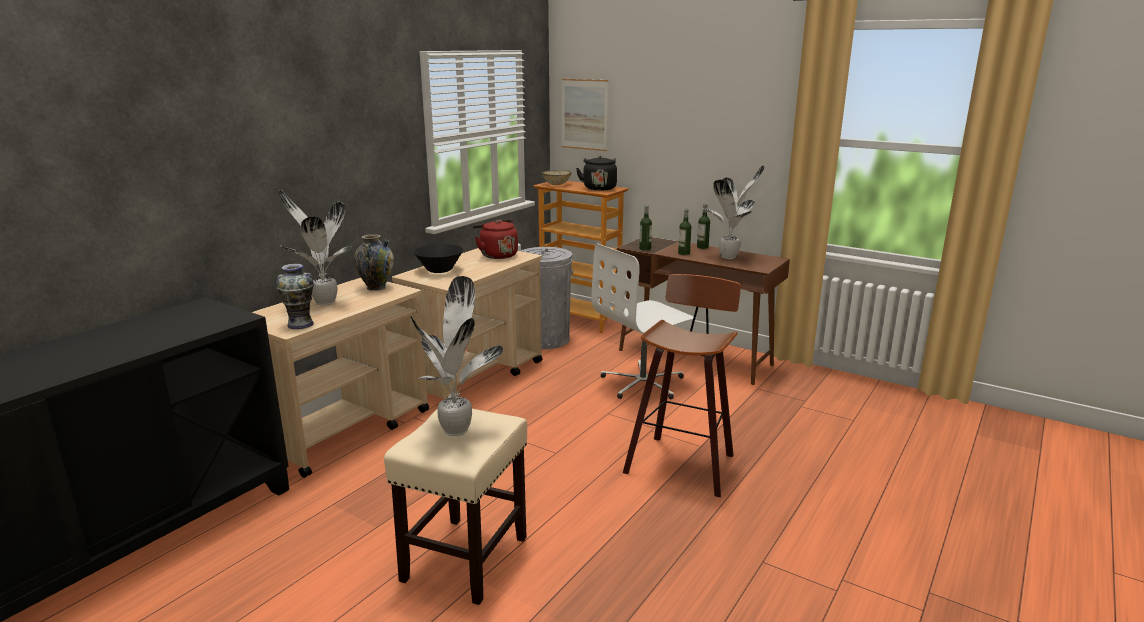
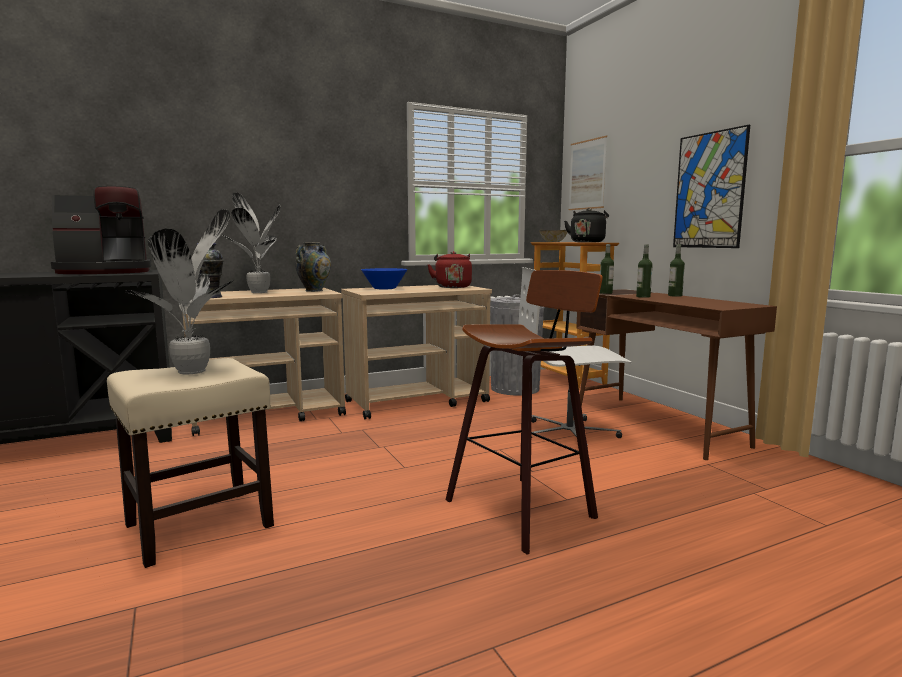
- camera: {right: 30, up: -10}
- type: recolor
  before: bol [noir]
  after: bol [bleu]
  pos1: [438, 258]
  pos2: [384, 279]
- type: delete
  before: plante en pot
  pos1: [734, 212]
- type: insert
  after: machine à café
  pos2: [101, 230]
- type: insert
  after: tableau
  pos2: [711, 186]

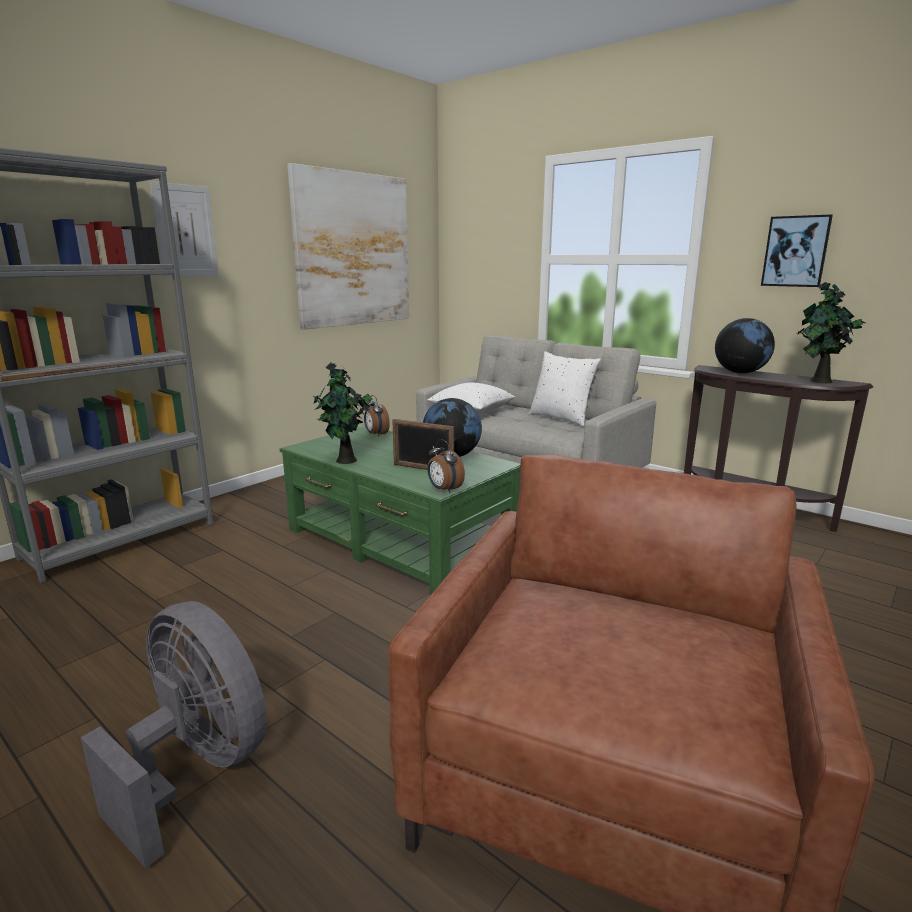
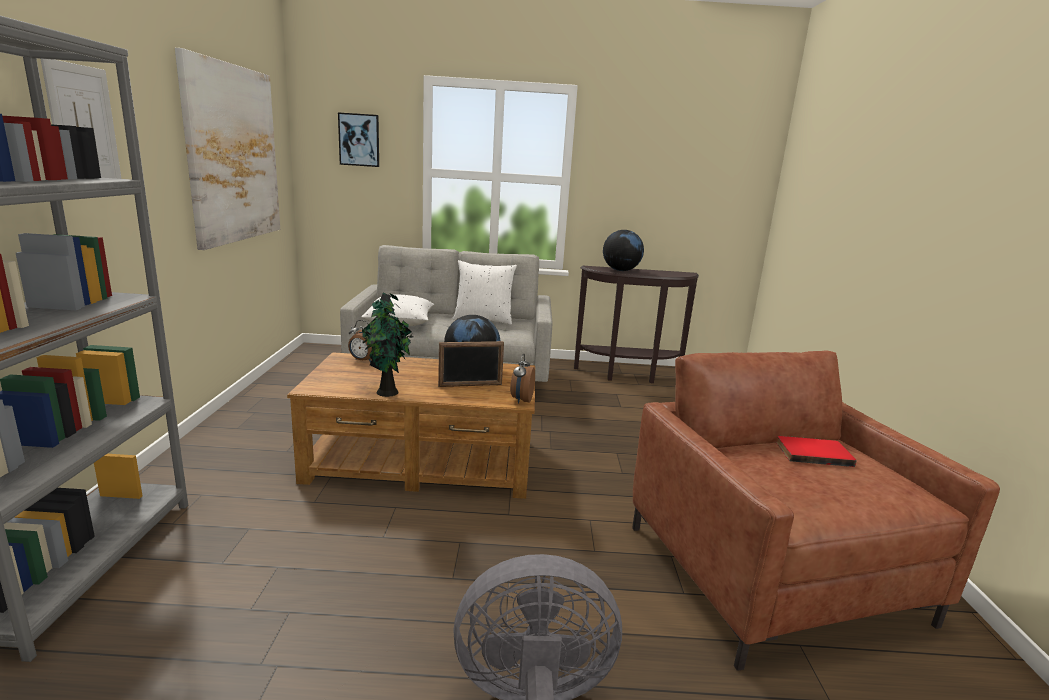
- camera: {right: -40, up: 0}
- type: recolor
  before: table basse [vert]
  after: table basse [marron]
  pos1: [400, 510]
  pos2: [411, 425]
- type: rotate
  before: réveil
  pos1: [446, 466]
  pos2: [522, 379]
  turn: 90
- type: move
  before: tableau
  pos1: [797, 250]
  pos2: [358, 139]
- type: delete
  before: plante en pot
  pos1: [831, 332]
- type: insert
  after: livre [rouge]
  pos2: [816, 451]

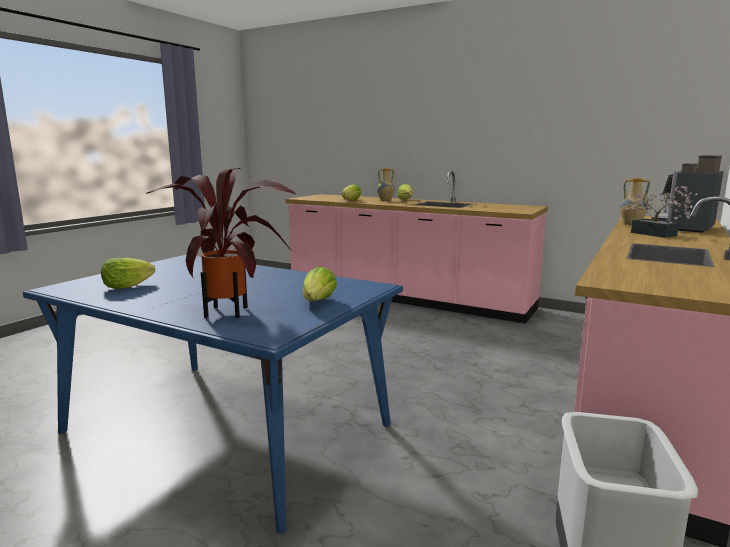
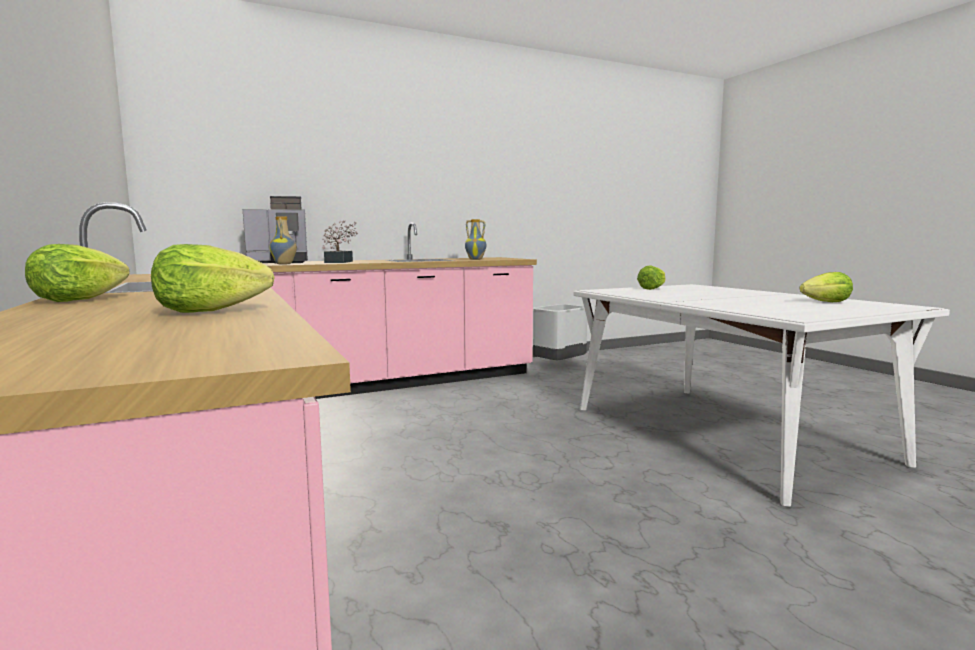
- camera: {right: -145, up: -5}
- type: recolor
  before: table à manger [bleu]
  after: table à manger [blanc]
  pos1: [213, 394]
  pos2: [761, 395]
- type: delete
  before: plante en pot
  pos1: [220, 243]
- type: move
  before: vase
  pos1: [386, 184]
  pos2: [475, 239]

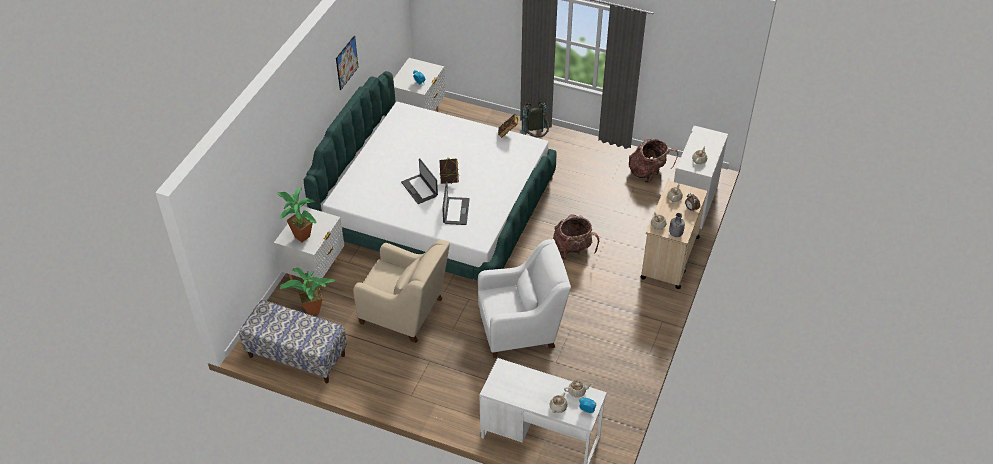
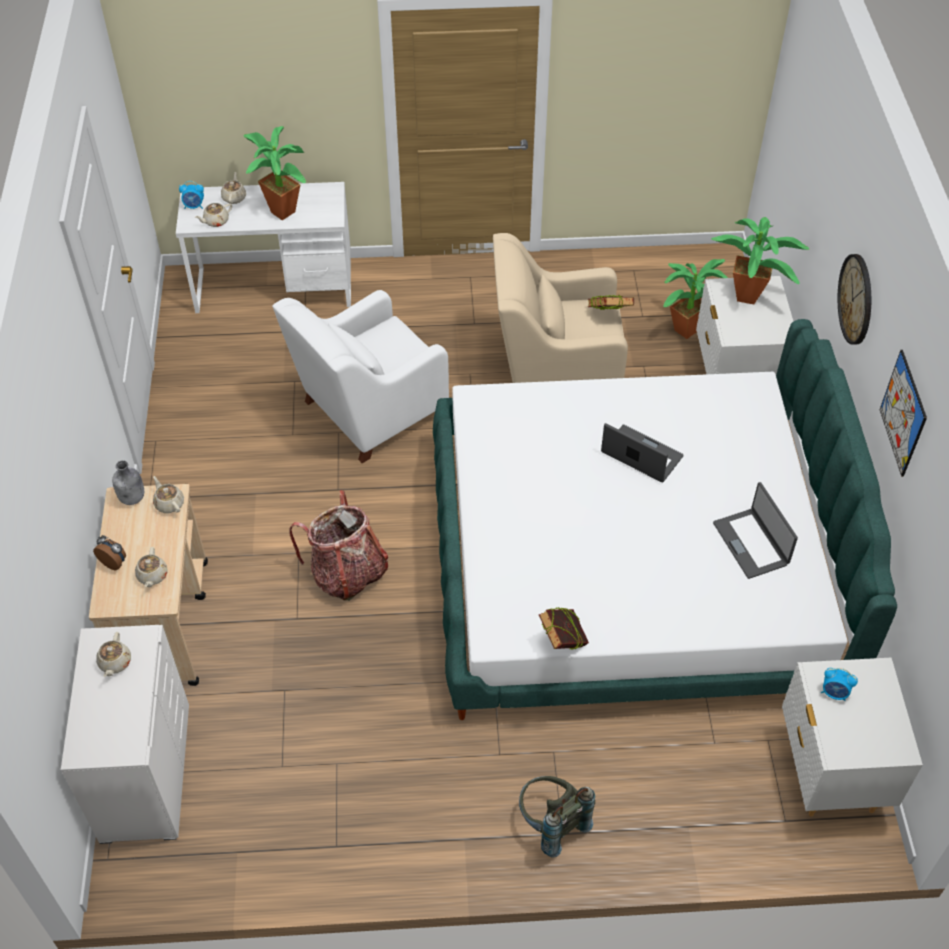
- camera: {right: 155, up: 5}
- type: delete
  before: banc
  pos1: [293, 342]
- type: move
  before: livre
  pos1: [449, 171]
  pos2: [611, 302]
- type: move
  before: ordinateur portable
  pos1: [456, 203]
  pos2: [755, 530]
- type: delete
  before: sac à dos
  pos1: [653, 160]
- type: insert
  after: plante en pot
  pos2: [275, 173]
- type: insert
  after: horloge murale
  pos2: [854, 299]

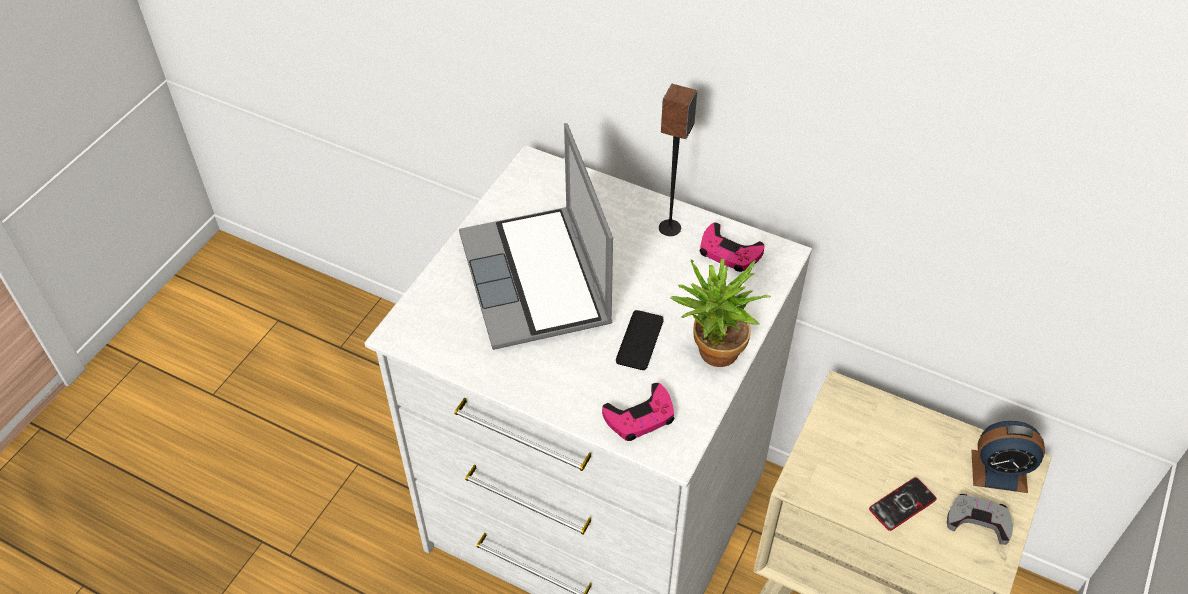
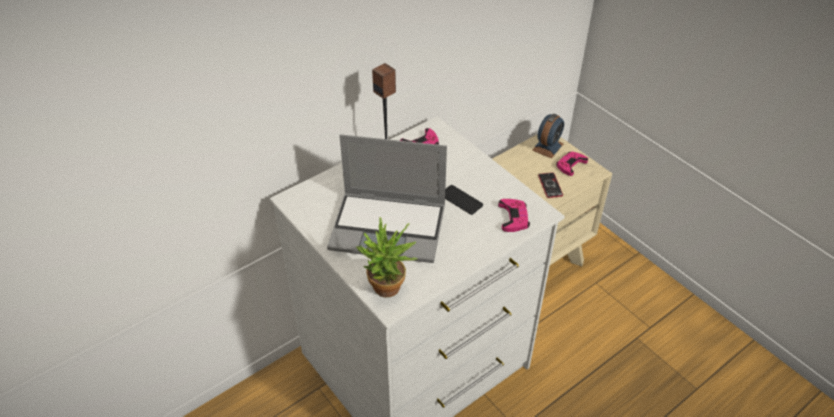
- camera: {right: -65, up: -5}
- type: move
  before: plante en pot
  pos1: [720, 312]
  pos2: [386, 257]
- type: recolor
  before: manette [gris]
  after: manette [rose]
  pos1: [980, 519]
  pos2: [572, 164]

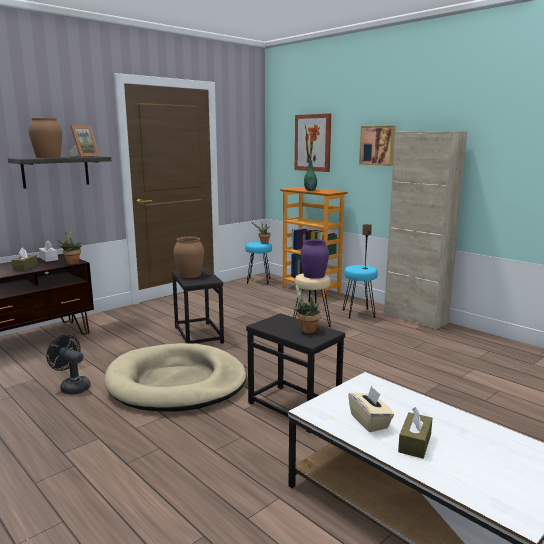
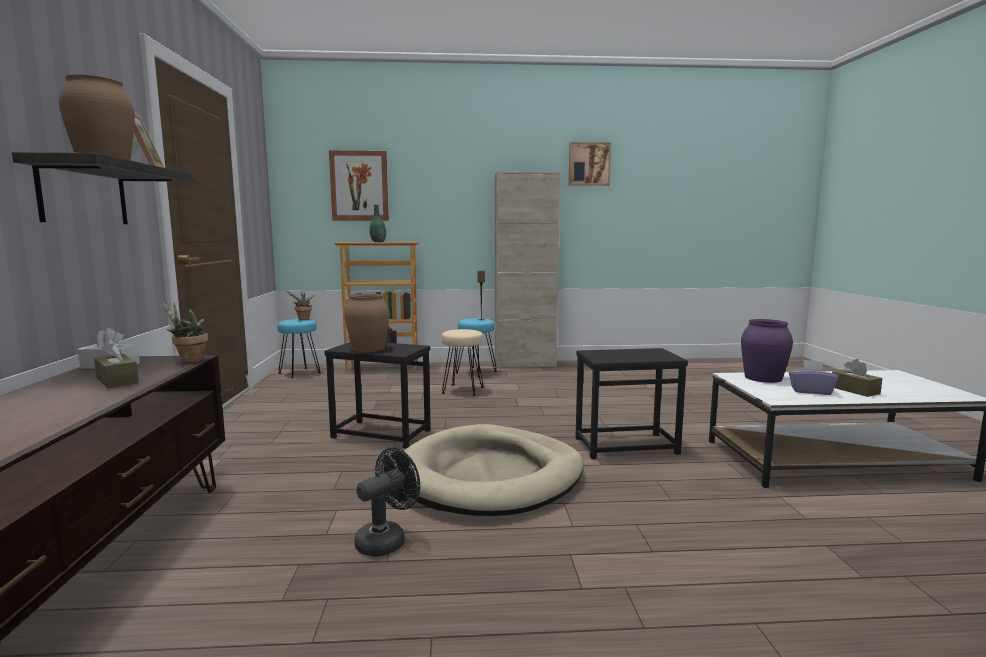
- camera: {right: -50, up: -5}
- type: rotate
  before: ventilateur [noir]
  pos1: [68, 365]
  pos2: [387, 502]
  turn: 150
- type: delete
  before: plante en pot
  pos1: [307, 308]
- type: move
  before: vase [violet]
  pos1: [314, 259]
  pos2: [767, 351]
- type: recolor
  before: boîte à mouchoirs [beige]
  after: boîte à mouchoirs [violet]
  pos1: [371, 409]
  pos2: [814, 377]
- type: move
  before: tableau
  pos1: [377, 146]
  pos2: [589, 164]

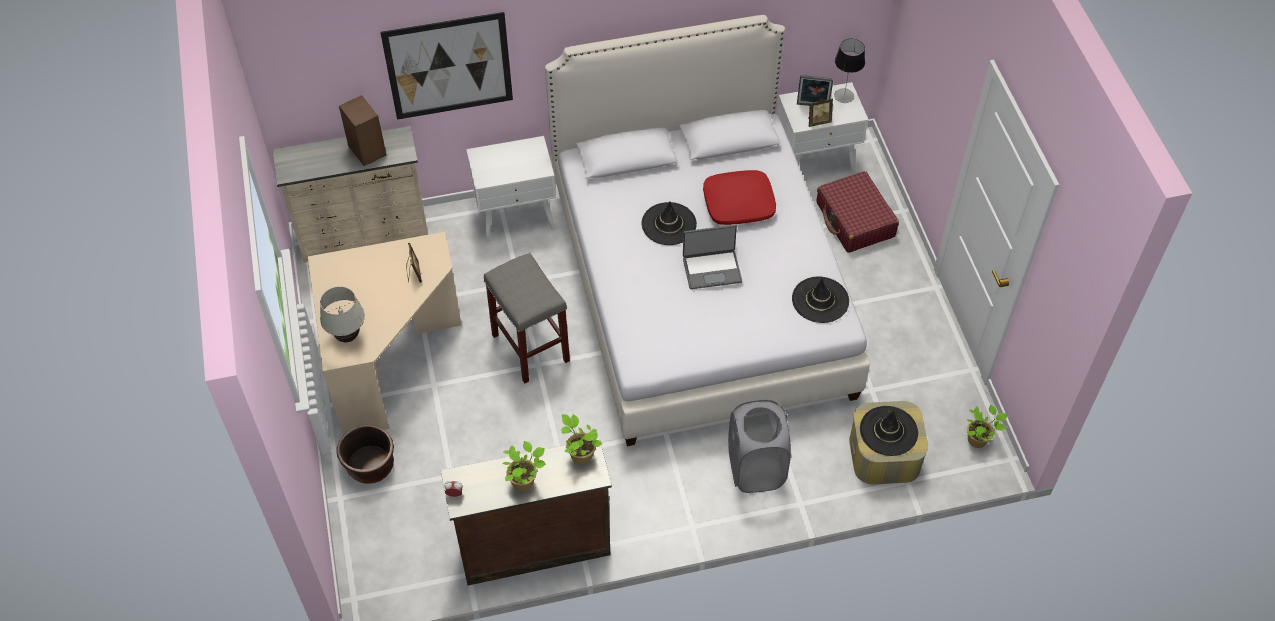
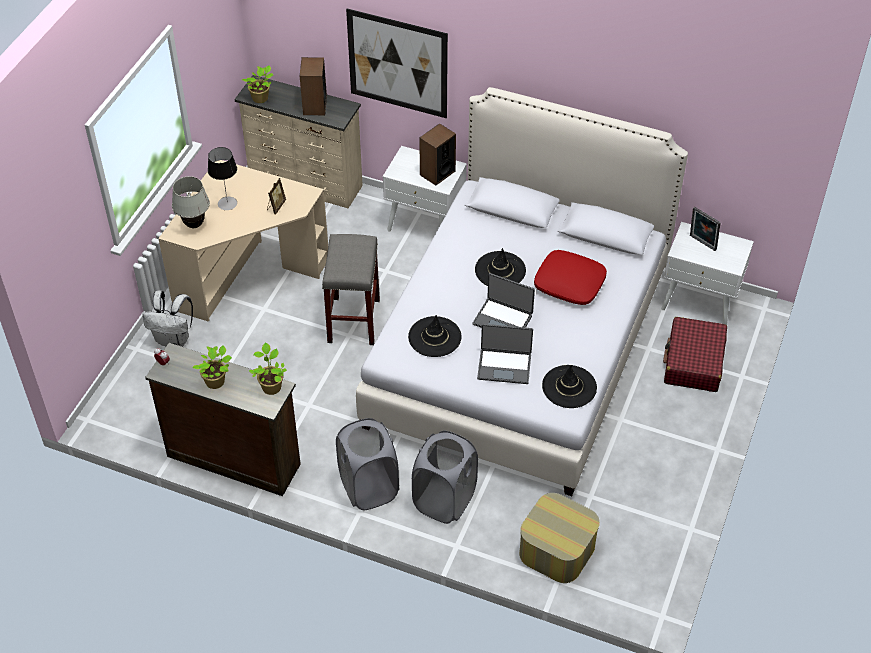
- camera: {right: 35, up: -5}
- type: replace
  before: cache-pot [marron]
  after: sac à dos [blanc]
  pos1: [365, 454]
  pos2: [168, 318]
- type: delete
  before: cadre photo
  pos1: [820, 112]
- type: move
  before: lampe de table
  pos1: [849, 71]
  pos2: [222, 178]
- type: move
  before: chapeau [noir]
  pos1: [889, 431]
  pos2: [435, 336]
- type: move
  before: plante en pot
  pos1: [987, 426]
  pos2: [257, 84]
- type: insert
  after: panier à linge [gris]
  pos2: [367, 464]
- type: insert
  after: enceinte
  pos2: [437, 154]
- type: insert
  after: ordinateur portable
  pos2: [505, 354]

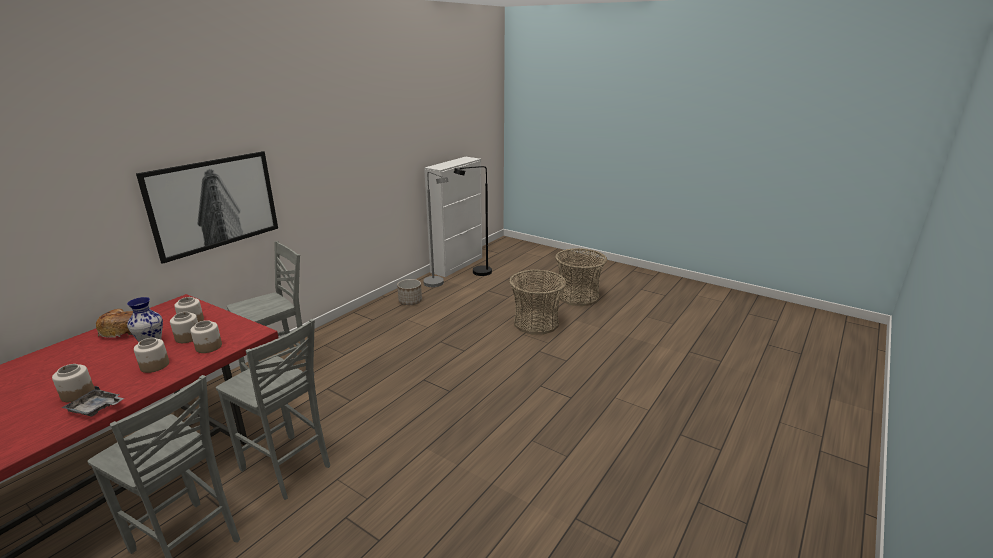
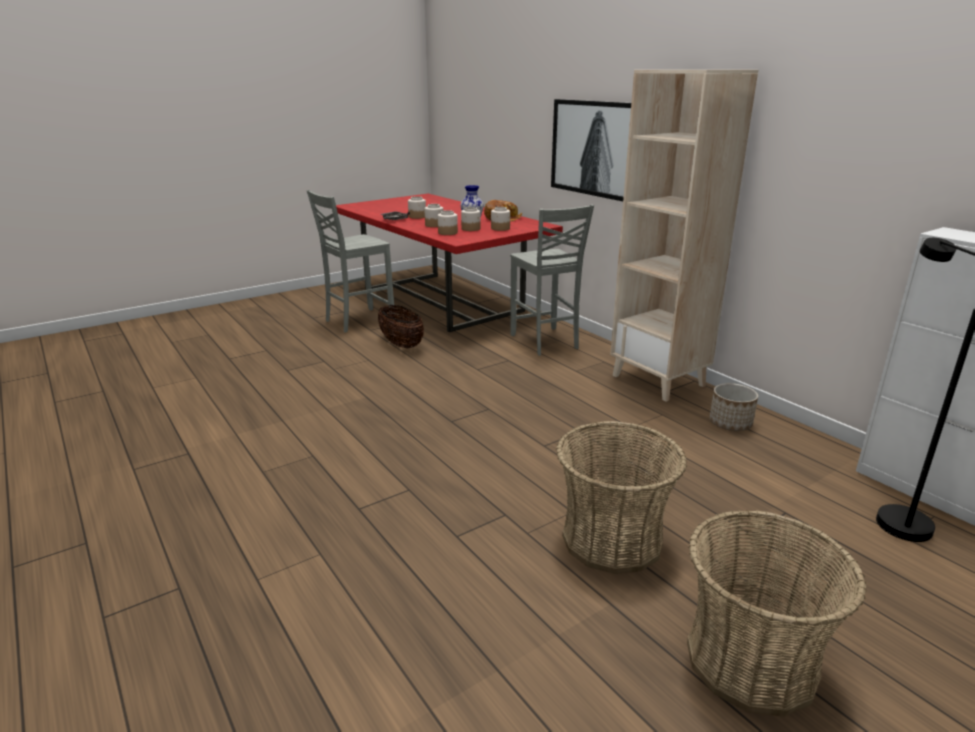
- camera: {right: 110, up: 0}
- type: replace
  before: chaise [gris]
  after: panier
  pos1: [273, 409]
  pos2: [401, 327]
- type: delete
  before: lampadaire [gris]
  pos1: [436, 229]
- type: insert
  after: bibliothèque [beige]
  pos2: [684, 236]

